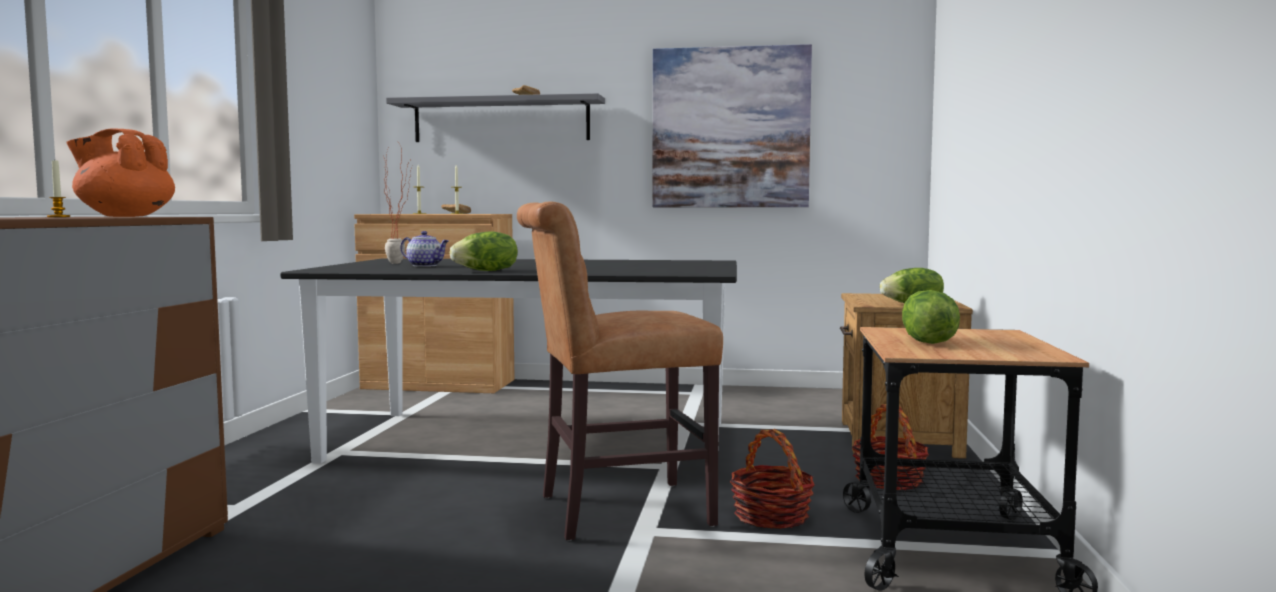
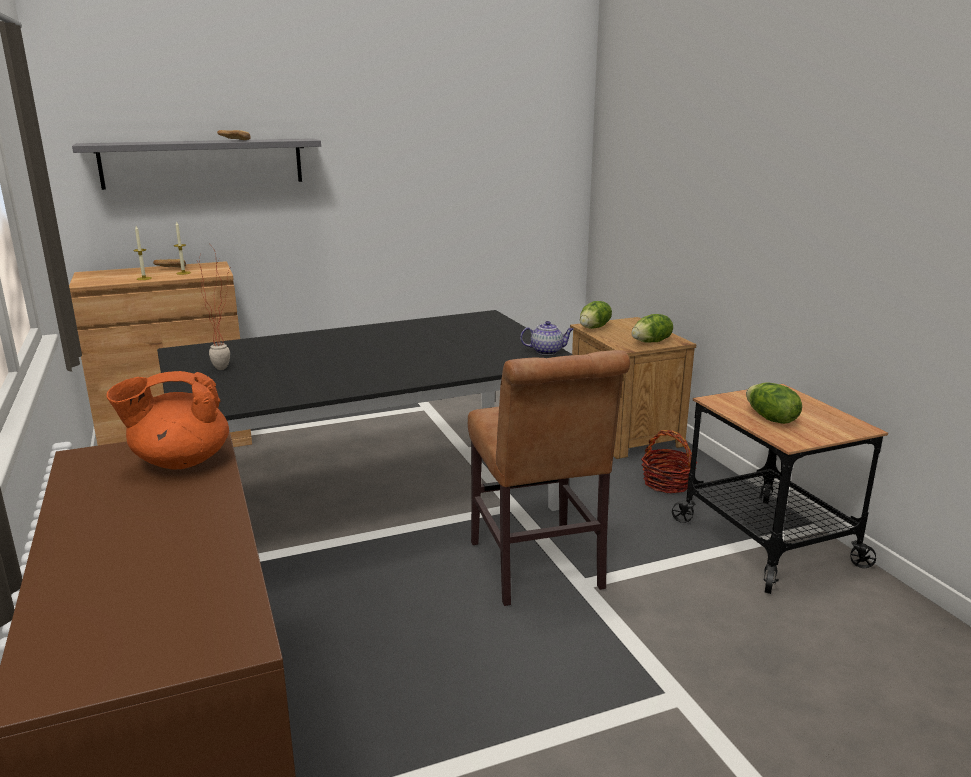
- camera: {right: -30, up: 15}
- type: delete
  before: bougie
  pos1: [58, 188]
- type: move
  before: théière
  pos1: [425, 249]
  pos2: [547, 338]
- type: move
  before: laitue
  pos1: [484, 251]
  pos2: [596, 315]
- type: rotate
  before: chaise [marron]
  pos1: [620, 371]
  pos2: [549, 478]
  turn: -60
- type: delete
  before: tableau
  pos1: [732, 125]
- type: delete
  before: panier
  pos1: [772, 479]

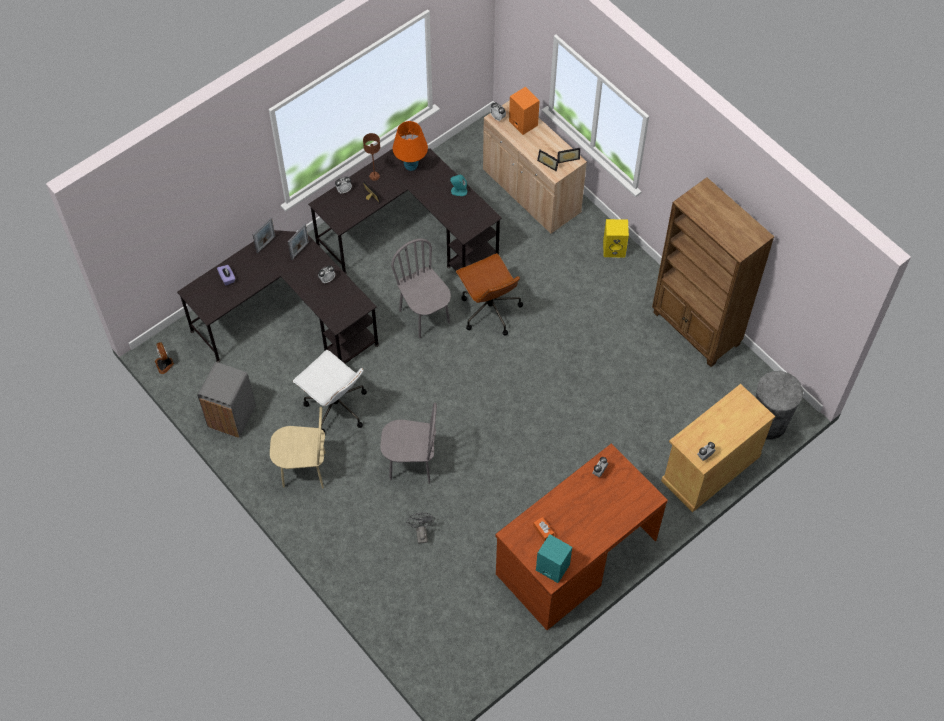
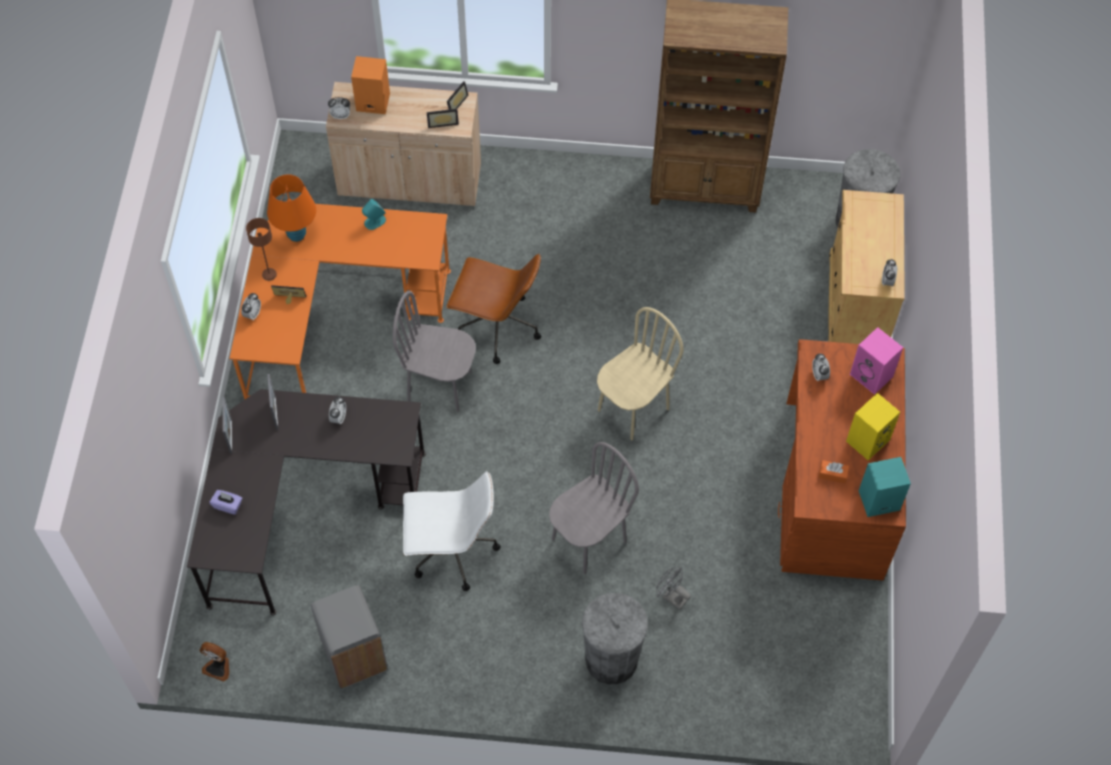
- camera: {right: -45, up: 0}
- type: move
  before: chaise [beige]
  pos1: [298, 447]
  pos2: [640, 373]
- type: recolor
  before: bureau [noir]
  after: bureau [orange]
  pos1: [405, 211]
  pos2: [340, 301]
- type: move
  before: enceinte [jaune]
  pos1: [616, 238]
  pos2: [873, 426]
- type: insert
  after: poubelle [gris]
  pos2: [615, 638]
- type: insert
  after: enceinte [rose]
  pos2: [876, 361]

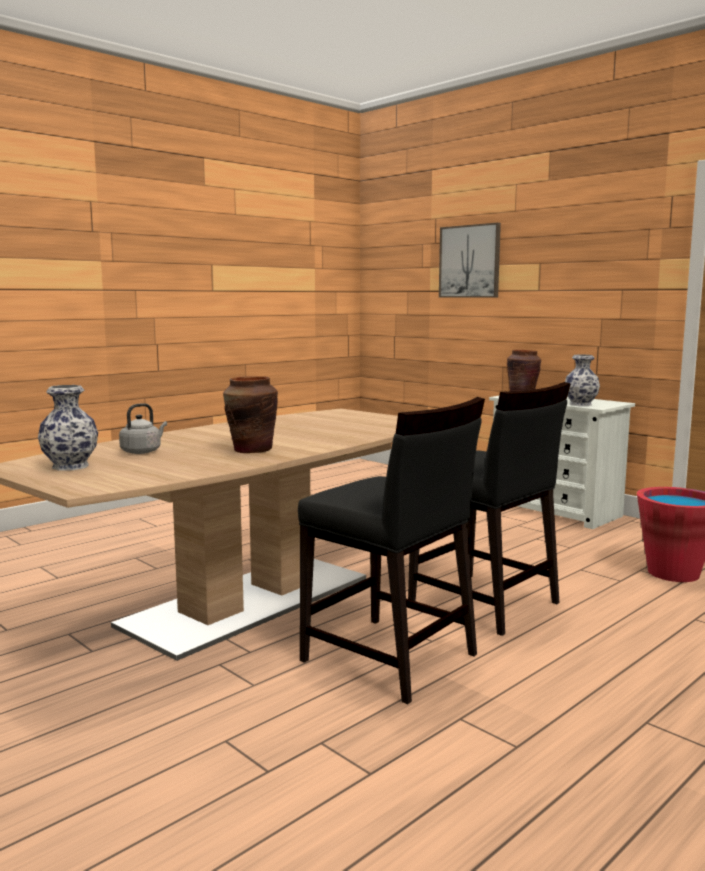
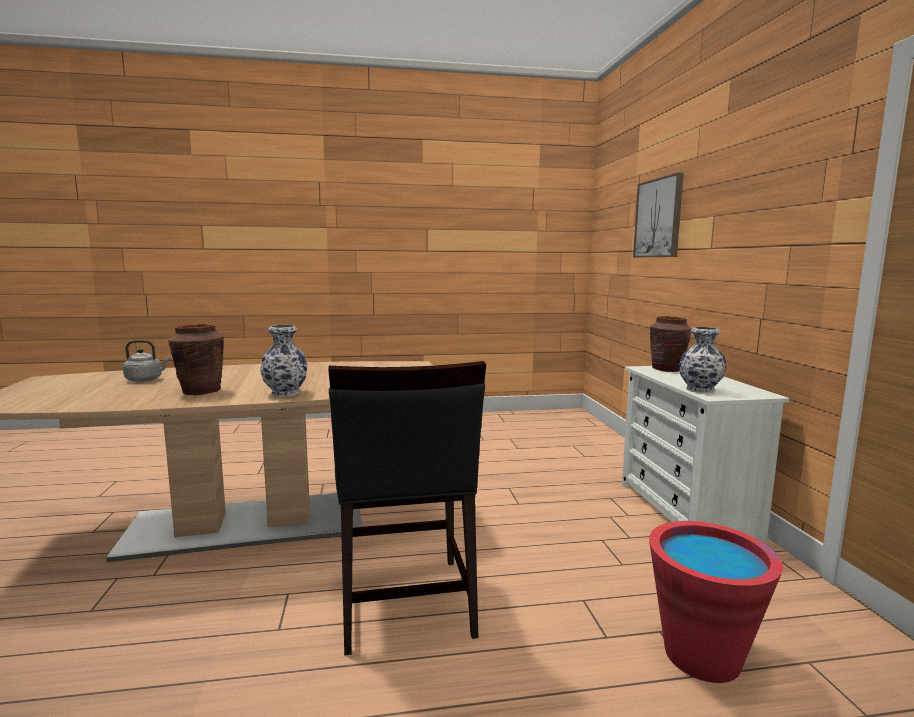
- camera: {right: 35, up: 0}
- type: move
  before: vase
  pos1: [68, 428]
  pos2: [284, 361]
- type: delete
  before: chaise [noir]
  pos1: [391, 550]

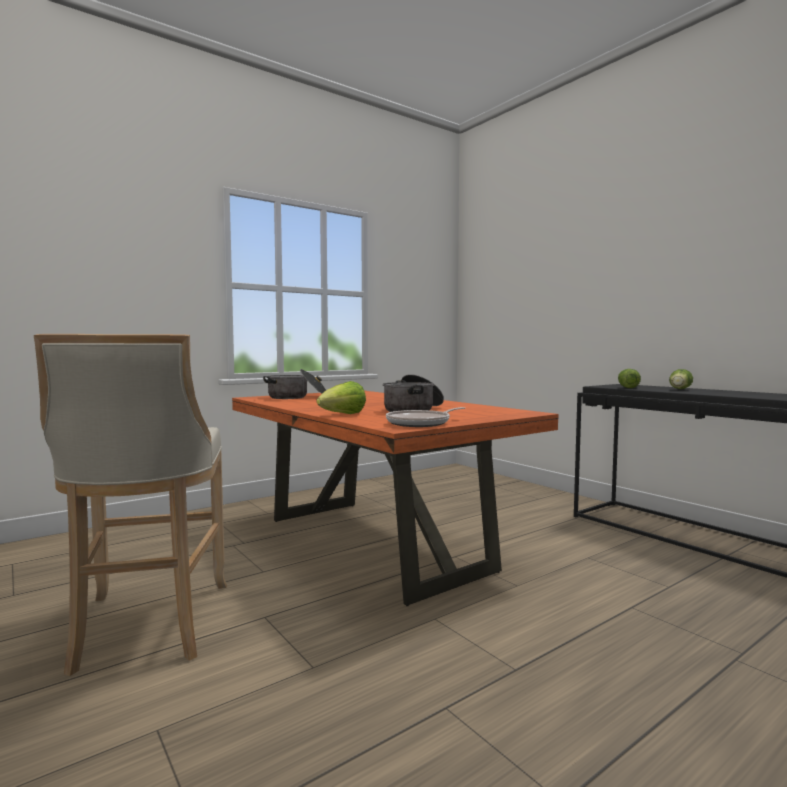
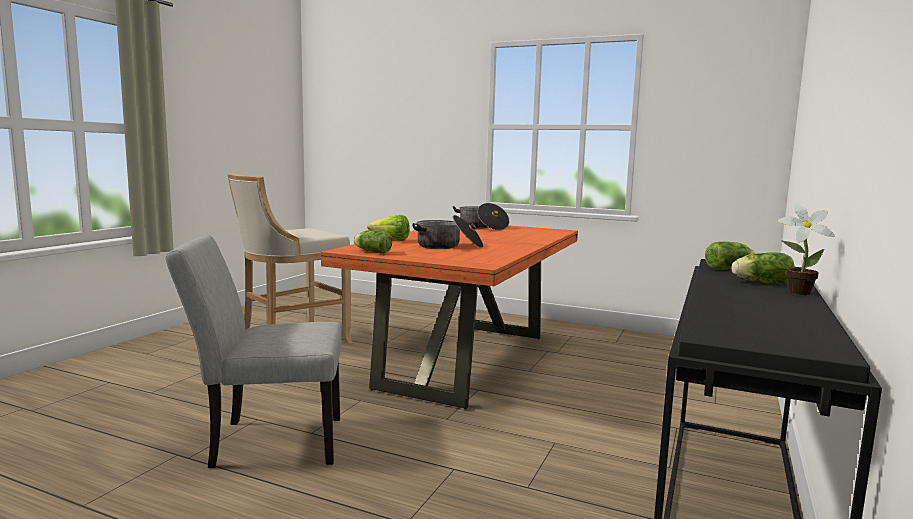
- camera: {right: 60, up: 5}
- type: replace
  before: poêle
  after: laitue
  pos1: [425, 417]
  pos2: [372, 241]
- type: insert
  after: chaise [gris]
  pos2: [254, 351]
- type: insert
  after: plante en pot
  pos2: [806, 249]

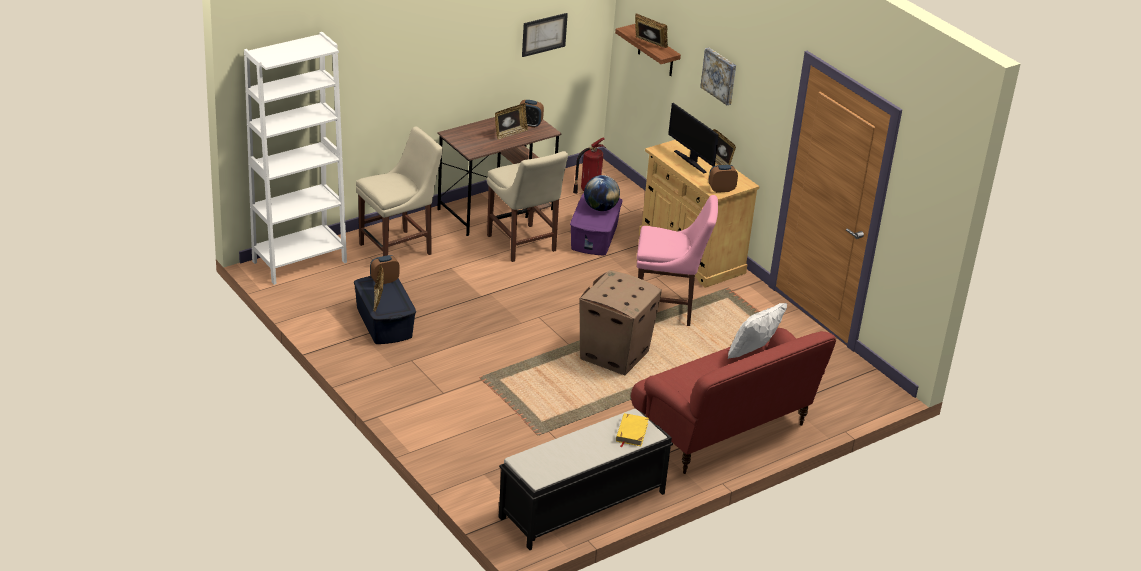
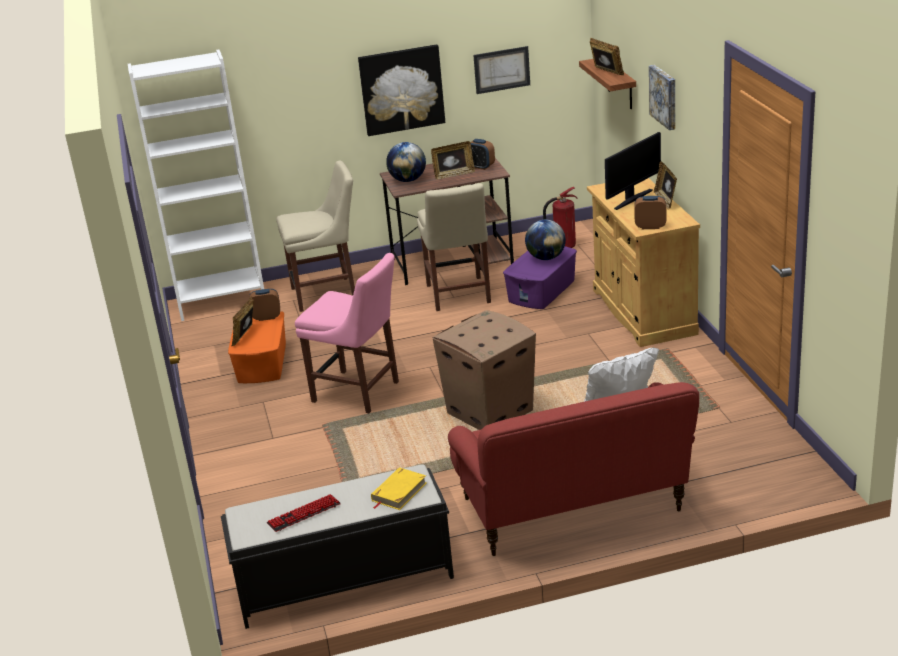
- camera: {right: 25, up: -5}
- type: recolor
  before: boîte de rangement [bleu]
  after: boîte de rangement [orange]
  pos1: [385, 310]
  pos2: [257, 347]
- type: move
  before: chaise [rose]
  pos1: [677, 260]
  pos2: [347, 333]
- type: rotate
  before: écran d'ordinateur
  pos1: [693, 138]
  pos2: [633, 171]
  turn: -120
- type: insert
  after: clavier
  pos2: [304, 513]
- type: insert
  after: tableau
  pos2: [401, 90]
- type: insert
  after: globe
  pos2: [406, 162]

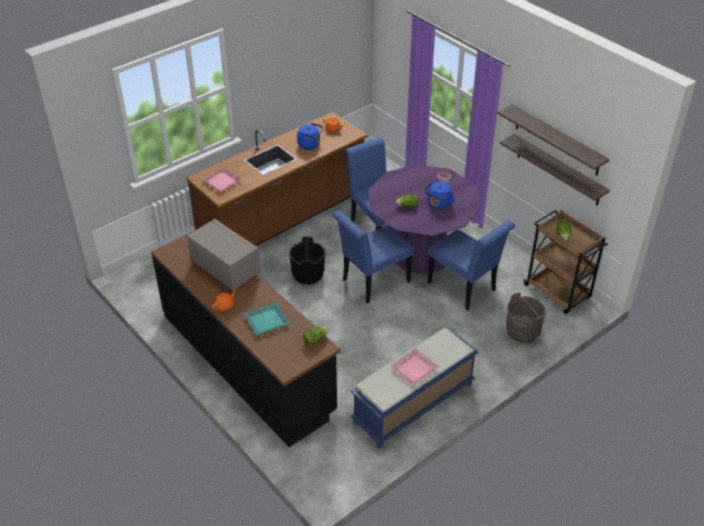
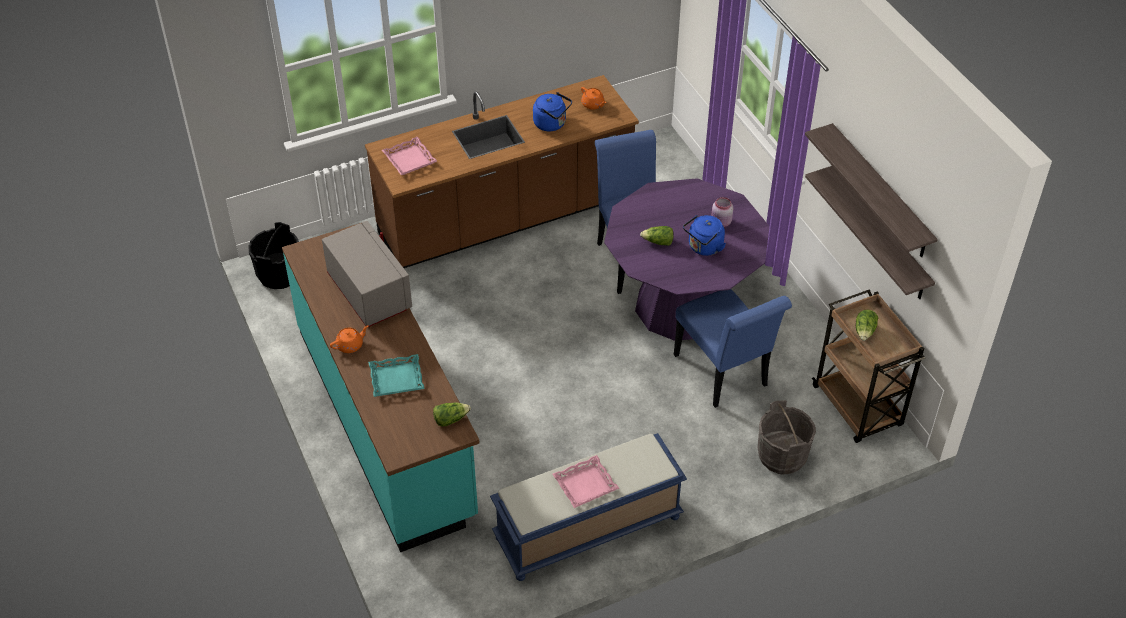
- camera: {right: 15, up: 5}
- type: recolor
  before: comptoir de cuisine [noir]
  after: comptoir de cuisine [turquoise]
  pos1: [245, 339]
  pos2: [380, 387]
- type: move
  before: seau [noir]
  pos1: [307, 260]
  pos2: [273, 255]
- type: delete
  before: chaise [bleu]
  pos1: [373, 256]

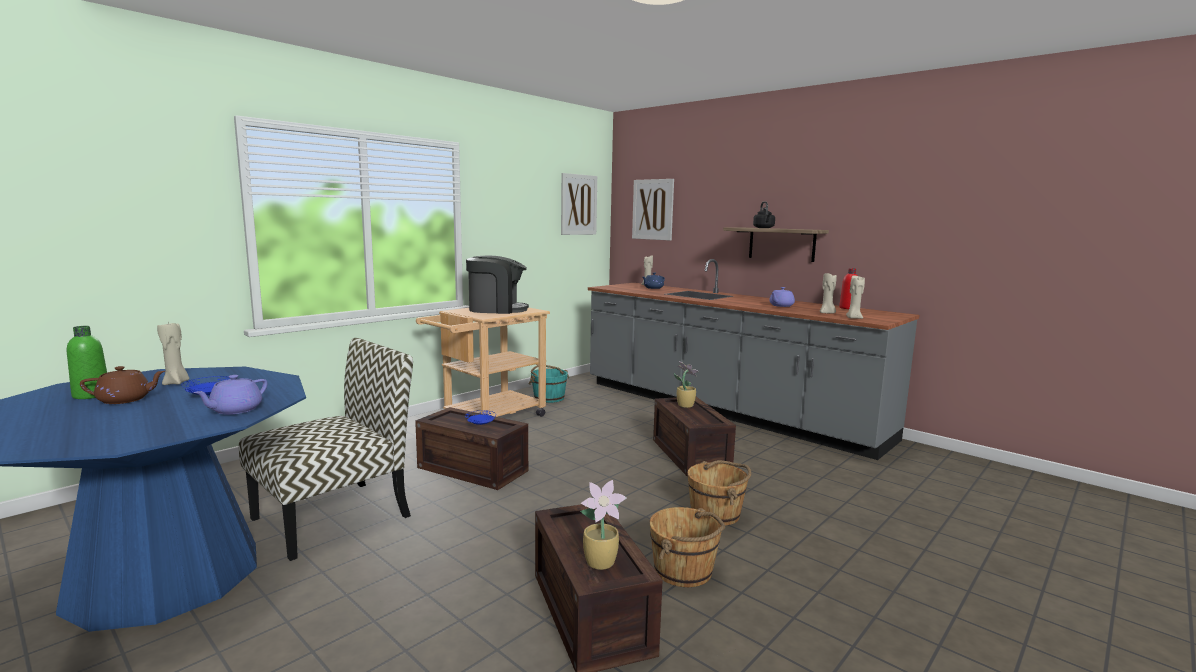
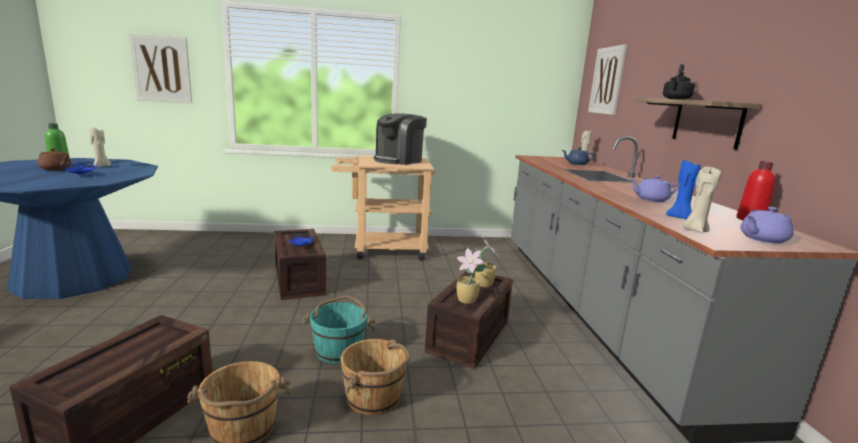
- camera: {right: 40, up: 5}
- type: move
  before: théière [violet]
  pos1: [230, 395]
  pos2: [767, 225]
- type: delete
  before: chaise
  pos1: [326, 449]
- type: rotate
  before: machine à café
  pos1: [497, 285]
  pos2: [400, 139]
  turn: 90
- type: move
  before: seau [turquoise]
  pos1: [549, 384]
  pos2: [339, 330]
- type: move
  before: tableau
  pos1: [579, 204]
  pos2: [160, 68]
- type: move
  before: plante en pot
  pos1: [603, 525]
  pos2: [471, 276]
- type: recolor
  before: bougie [beige]
  after: bougie [bleu]
  pos1: [828, 293]
  pos2: [683, 189]

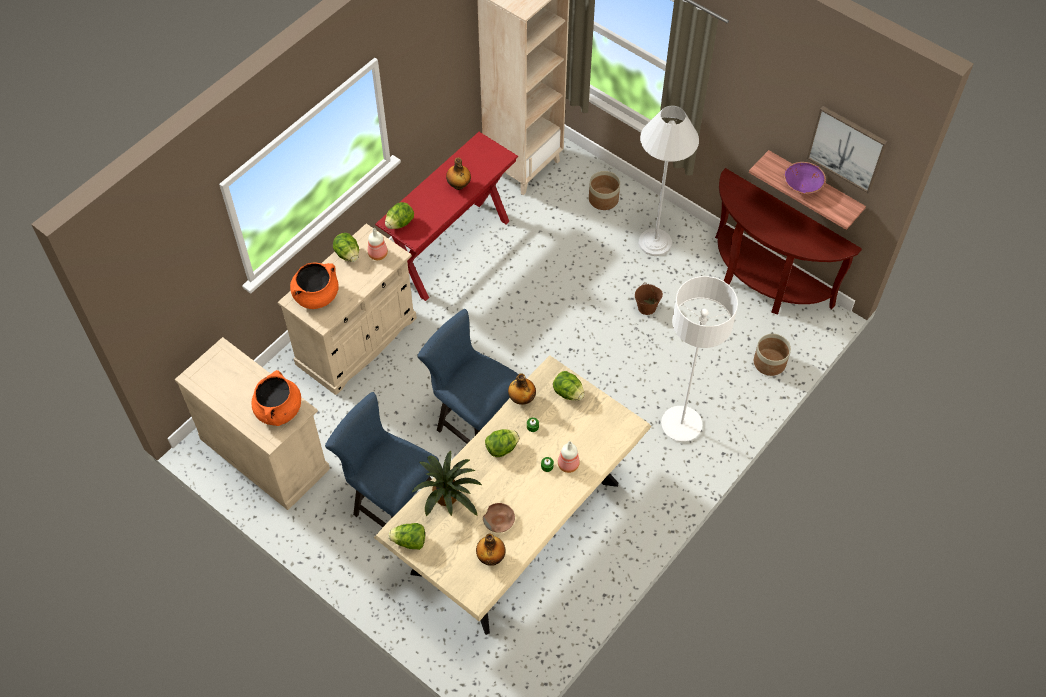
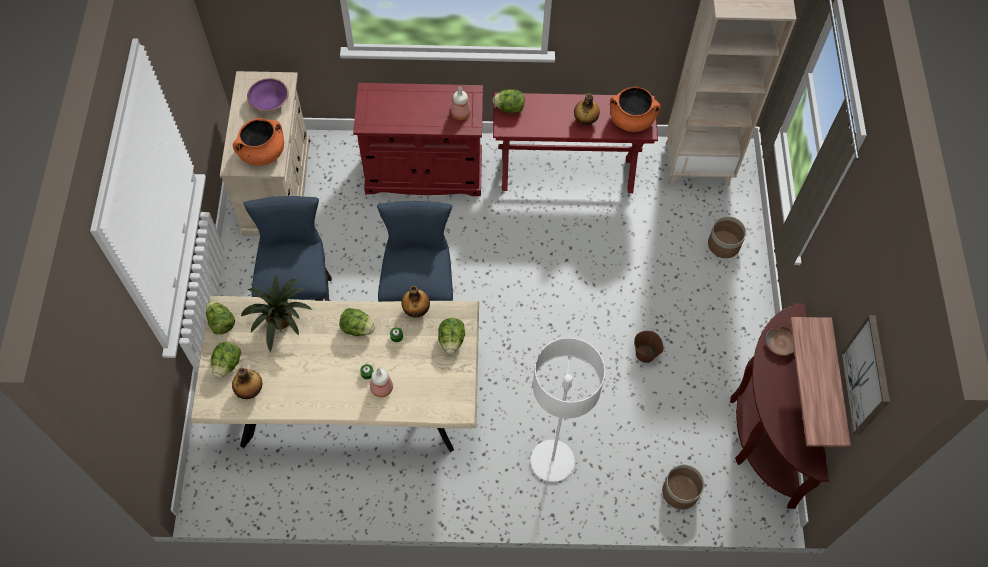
- camera: {right: 50, up: 5}
- type: recolor
  before: meuble de rangement [beige]
  after: meuble de rangement [rouge]
  pos1: [347, 309]
  pos2: [418, 139]
- type: move
  before: marmite [orange]
  pos1: [314, 286]
  pos2: [635, 109]
- type: move
  before: laitue
  pos1: [346, 247]
  pos2: [226, 360]
- type: move
  before: bol [marron]
  pos1: [499, 518]
  pos2: [780, 341]
- type: delete
  before: lampadaire [blanc]
  pos1: [669, 180]
- type: move
  before: bol [violet]
  pos1: [805, 178]
  pos2: [268, 94]

